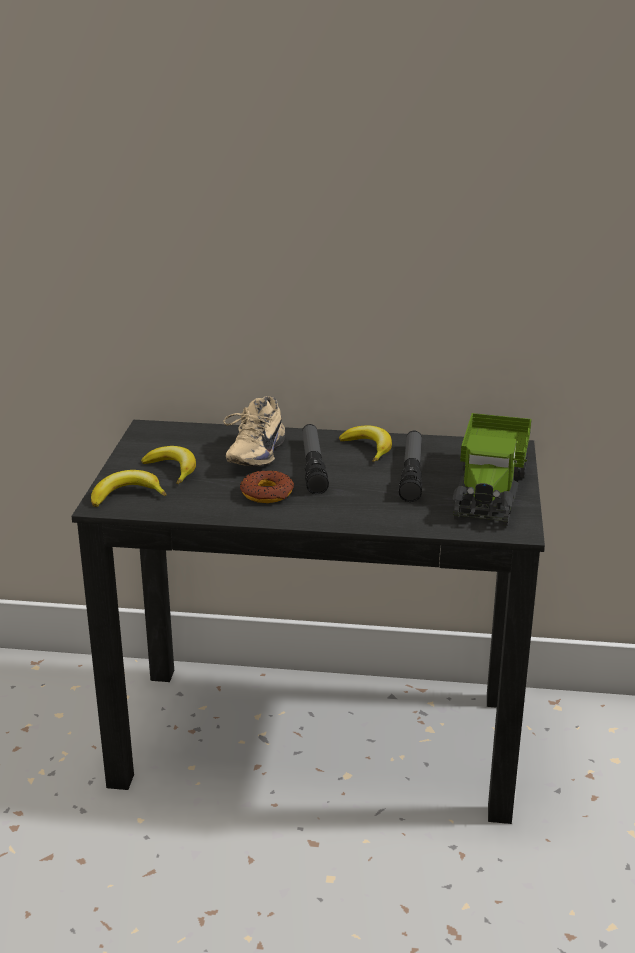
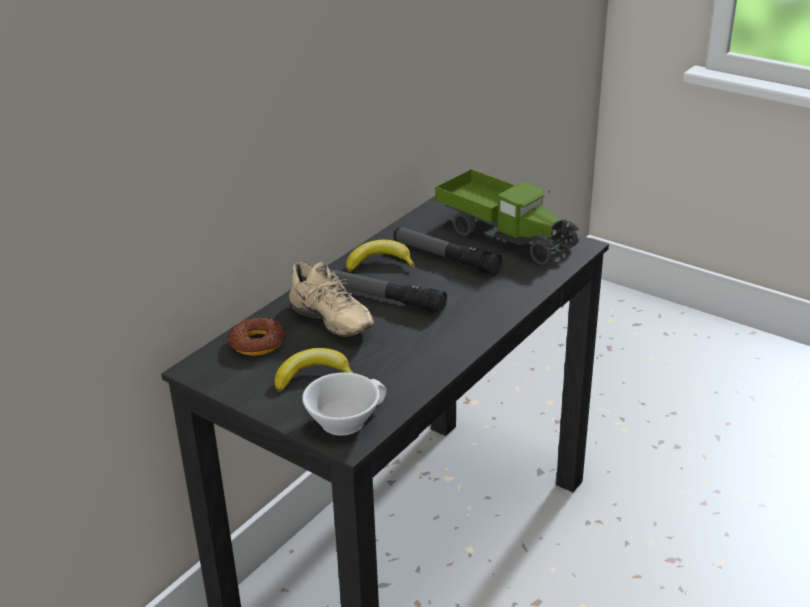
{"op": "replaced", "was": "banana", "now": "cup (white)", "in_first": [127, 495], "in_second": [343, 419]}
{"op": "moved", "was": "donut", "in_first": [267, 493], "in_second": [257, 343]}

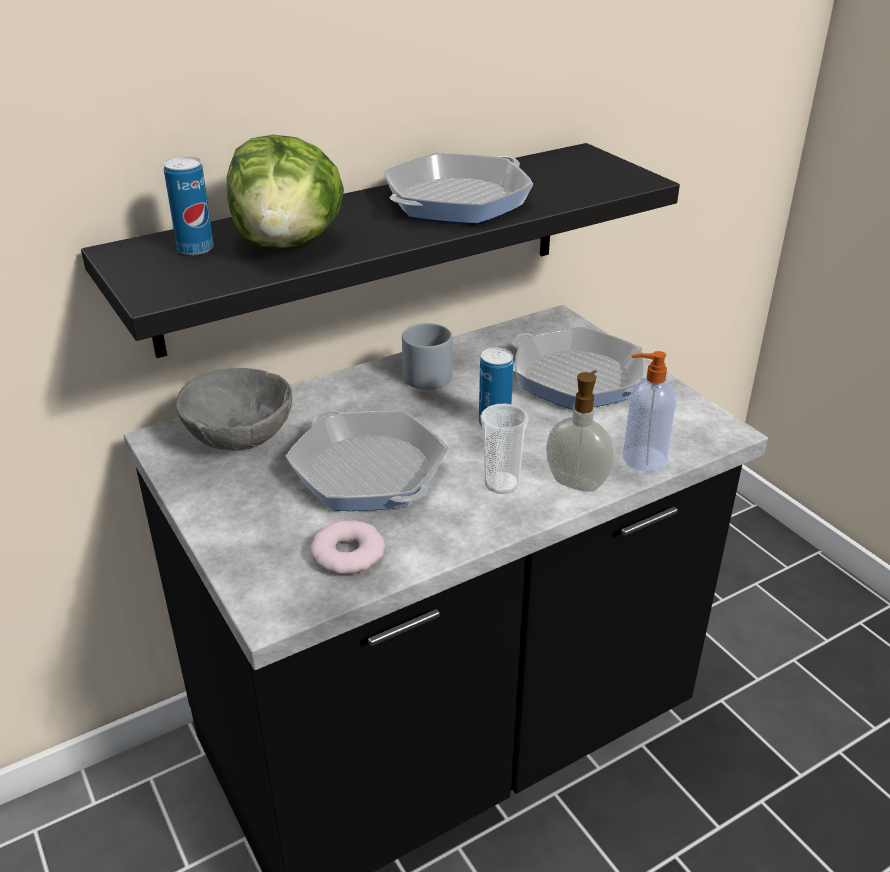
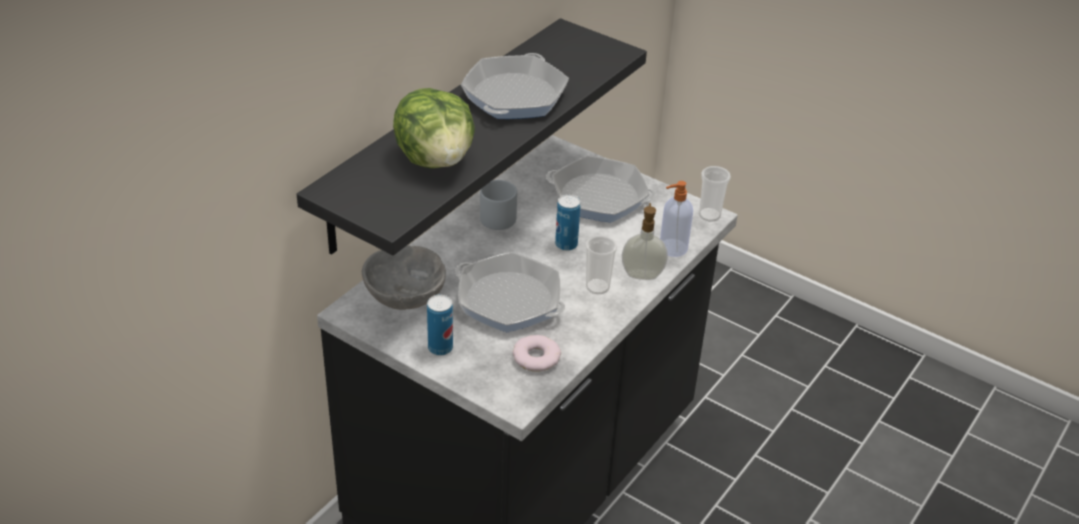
{"op": "moved", "was": "can", "in_first": [195, 249], "in_second": [440, 348]}
{"op": "added", "now": "cup", "in_second": [709, 215]}

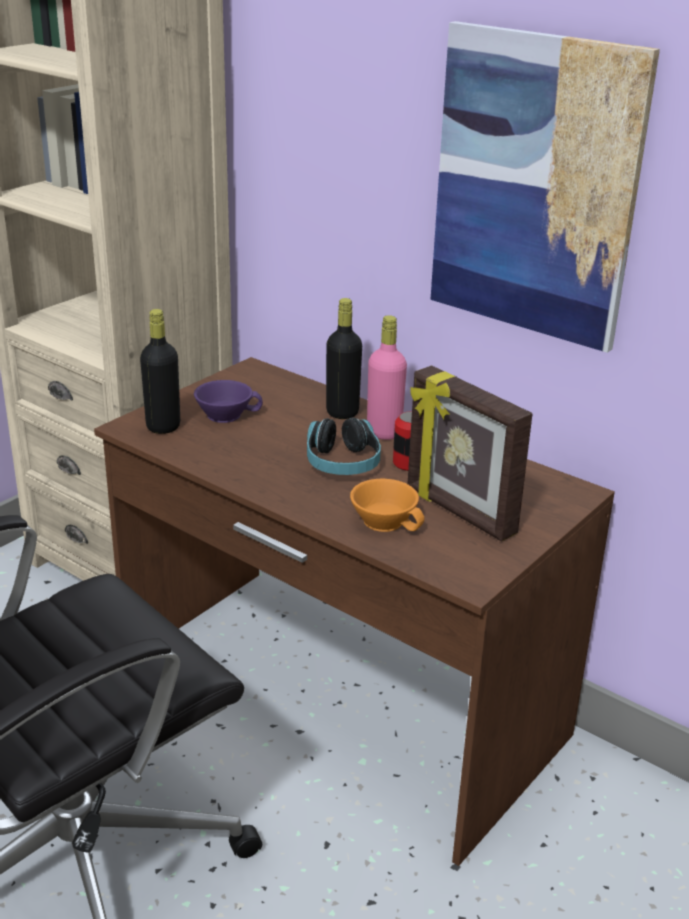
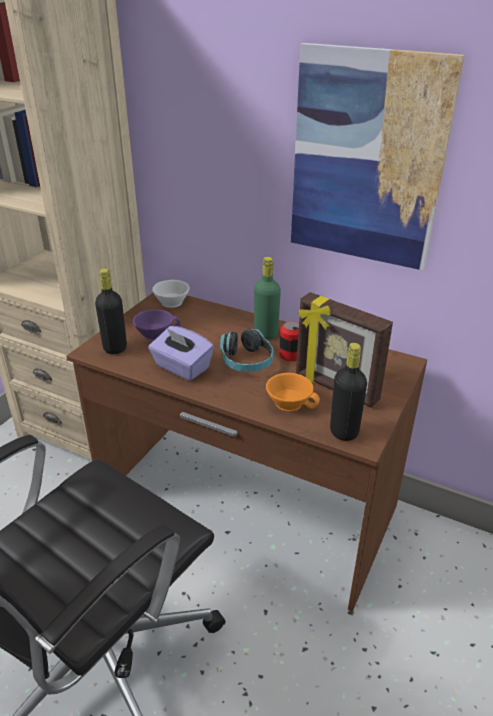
{"op": "moved", "was": "bottle (black)", "in_first": [342, 412], "in_second": [344, 432]}
{"op": "recoloured", "was": "bottle (pink)", "now": "bottle (green)", "in_first": [384, 432], "in_second": [266, 334]}
{"op": "added", "now": "tissue box (purple)", "in_second": [181, 367]}
{"op": "added", "now": "cup (white)", "in_second": [170, 302]}

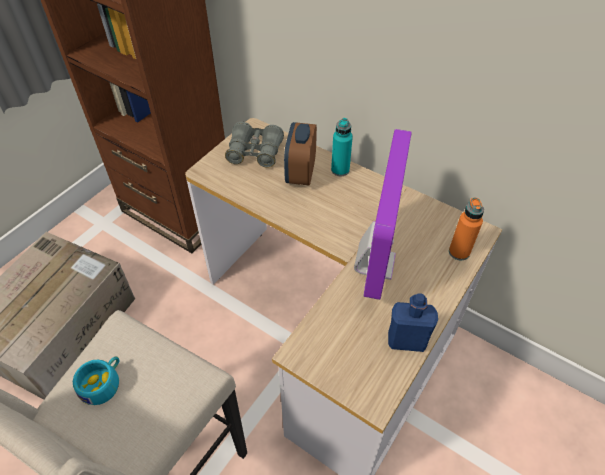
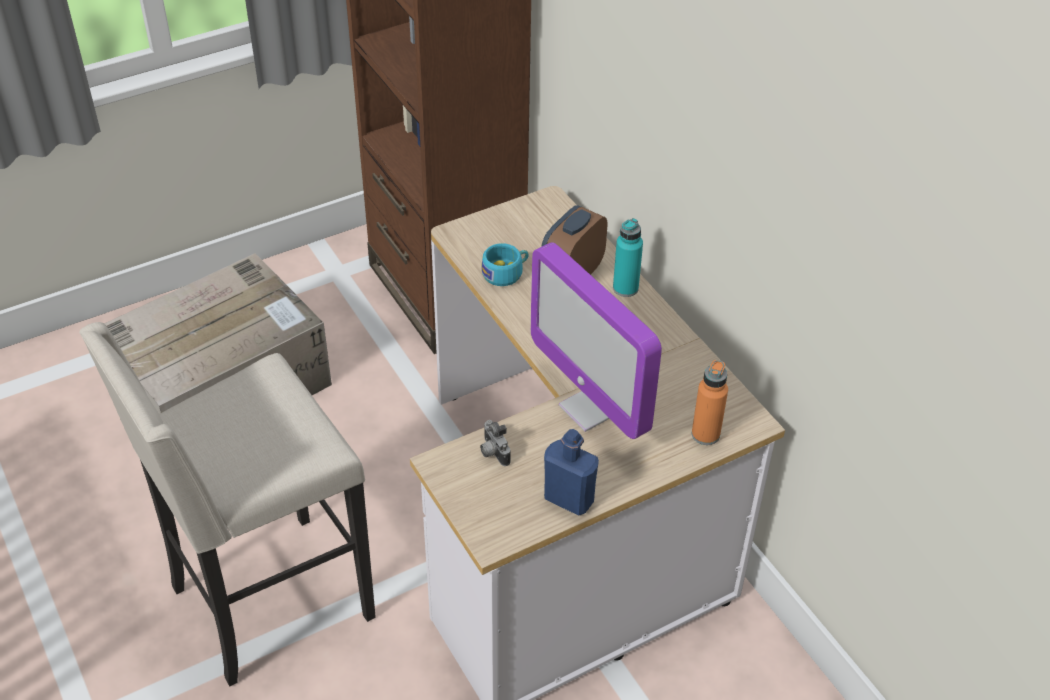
{"op": "moved", "was": "cup (turquoise)", "in_first": [103, 383], "in_second": [506, 273]}
{"op": "removed", "was": "binoculars (grey)", "in_first": [255, 152]}
{"op": "turned", "was": "monitor", "in_first": [374, 263], "in_second": [591, 408], "clockwise": 105}
{"op": "added", "now": "photo camera", "in_second": [492, 452]}

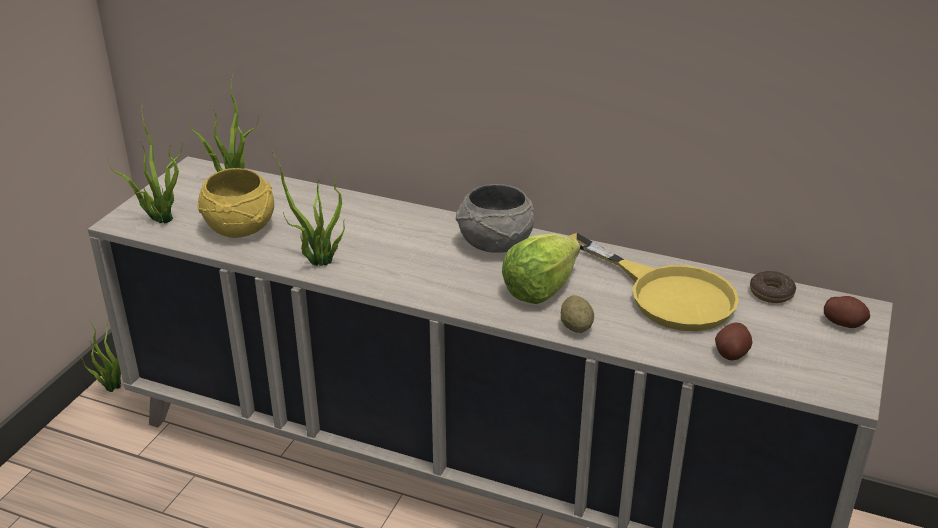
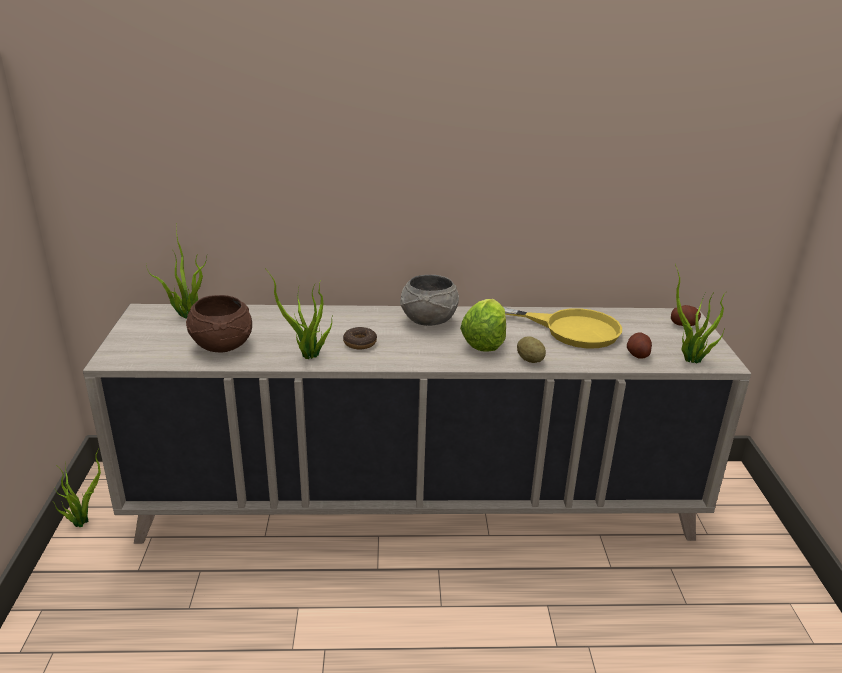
{"op": "moved", "was": "potted plant", "in_first": [160, 218], "in_second": [690, 360]}
{"op": "recoloured", "was": "bowl (yellow)", "now": "bowl (brown)", "in_first": [240, 227], "in_second": [222, 345]}
{"op": "moved", "was": "donut", "in_first": [771, 293], "in_second": [360, 343]}

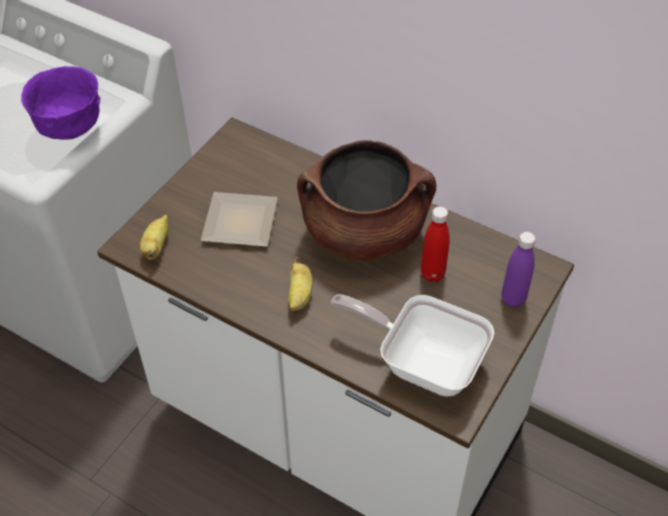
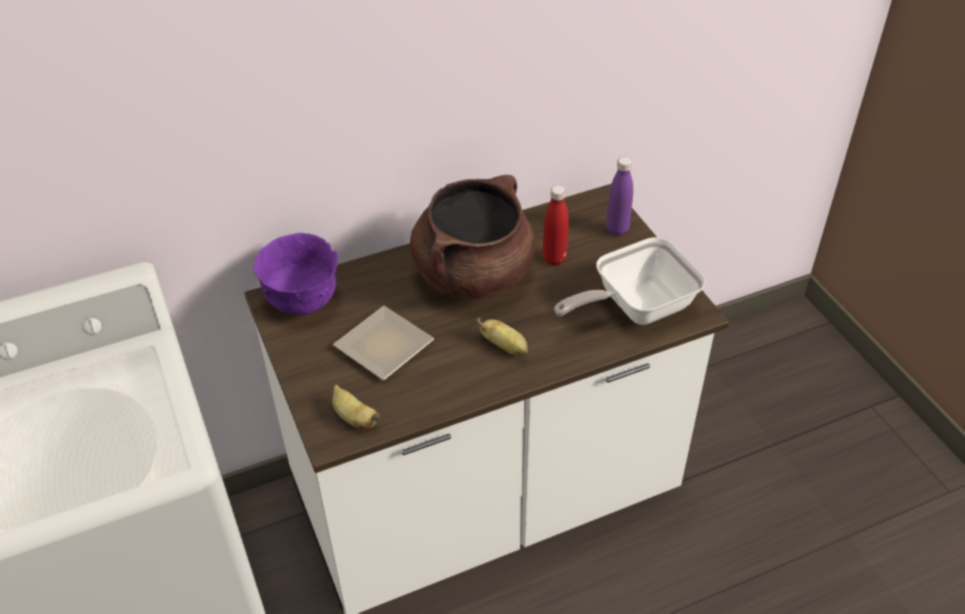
{"op": "moved", "was": "bowl (purple)", "in_first": [70, 129], "in_second": [303, 301]}

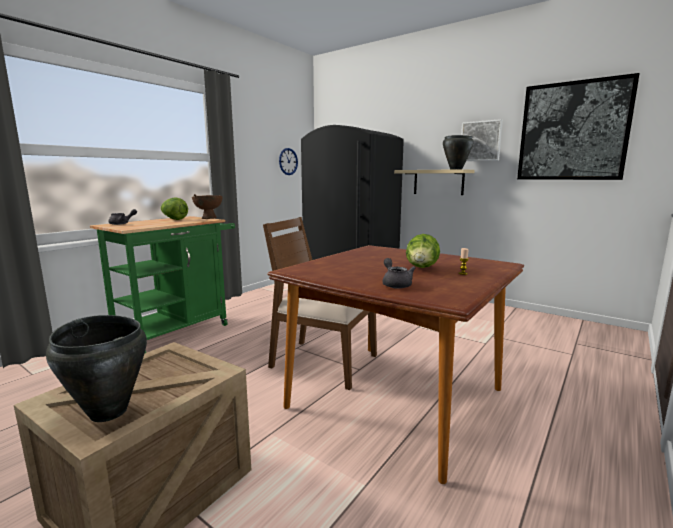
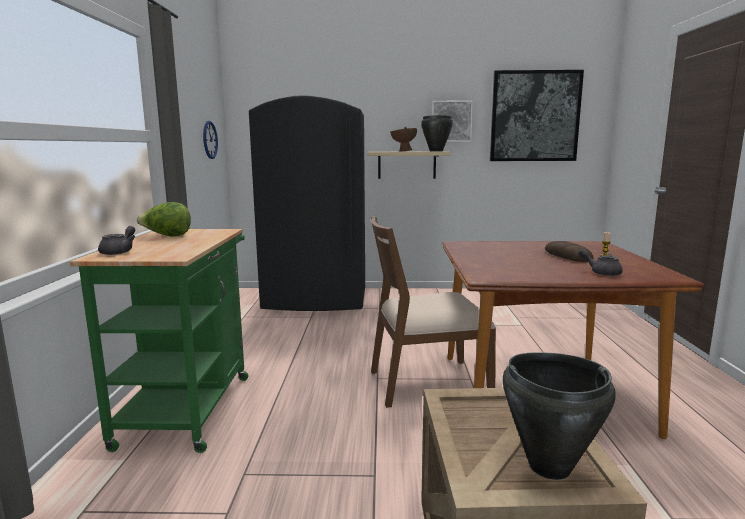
{"op": "moved", "was": "bowl (brown)", "in_first": [208, 219], "in_second": [403, 151]}
{"op": "replaced", "was": "lettuce", "now": "bread", "in_first": [422, 268], "in_second": [567, 256]}

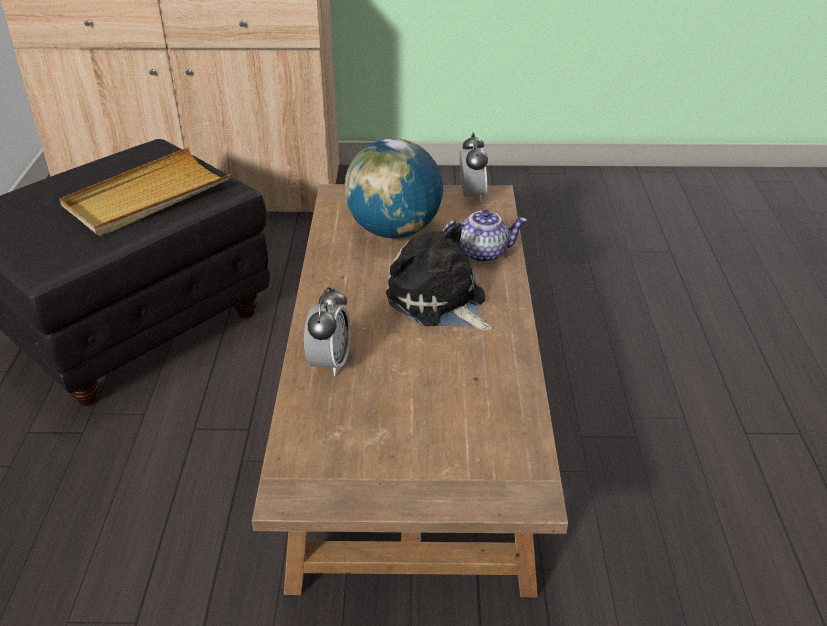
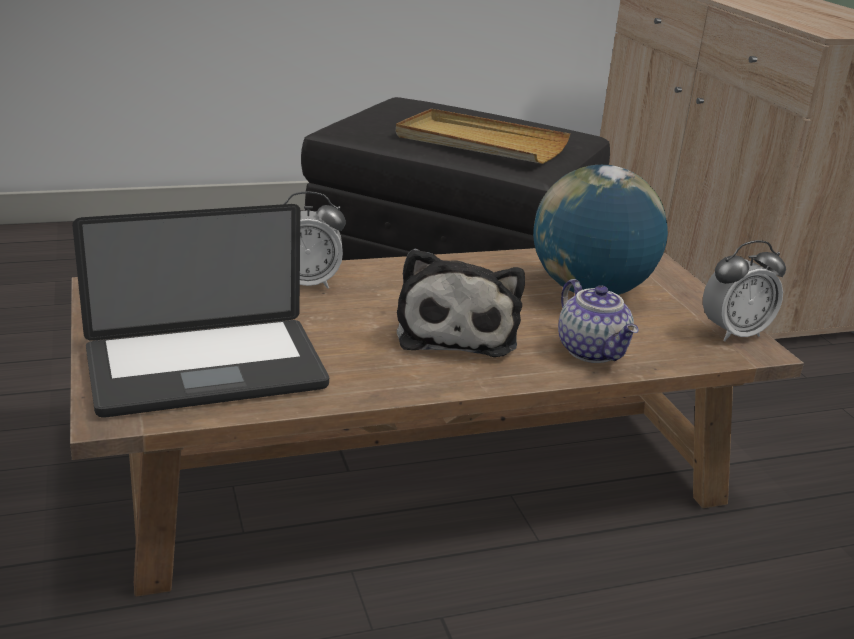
{"op": "turned", "was": "plush toy", "in_first": [439, 302], "in_second": [457, 331], "clockwise": 150}
{"op": "added", "now": "laptop", "in_second": [206, 370]}

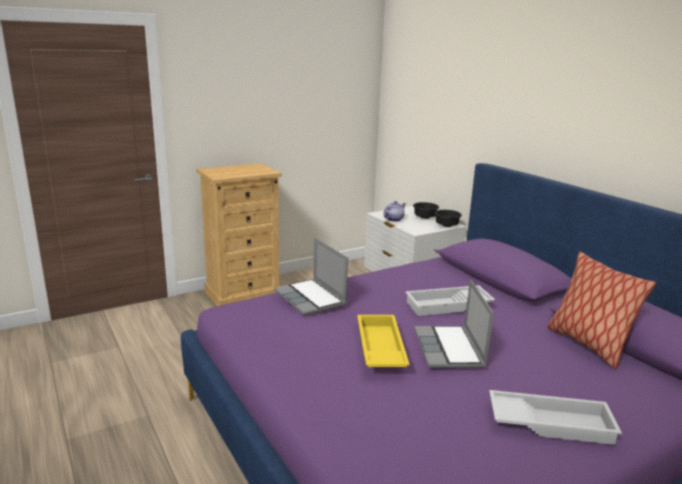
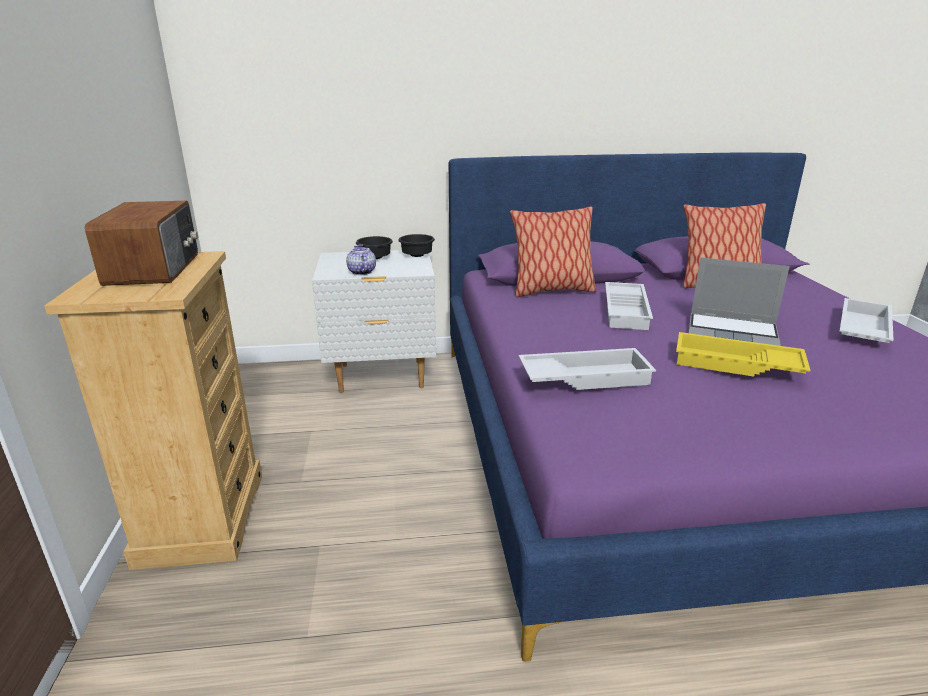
{"op": "replaced", "was": "laptop", "now": "tray (white)", "in_first": [311, 298], "in_second": [584, 376]}
{"op": "added", "now": "radio", "in_second": [155, 268]}
{"op": "added", "now": "pillow", "in_second": [551, 291]}

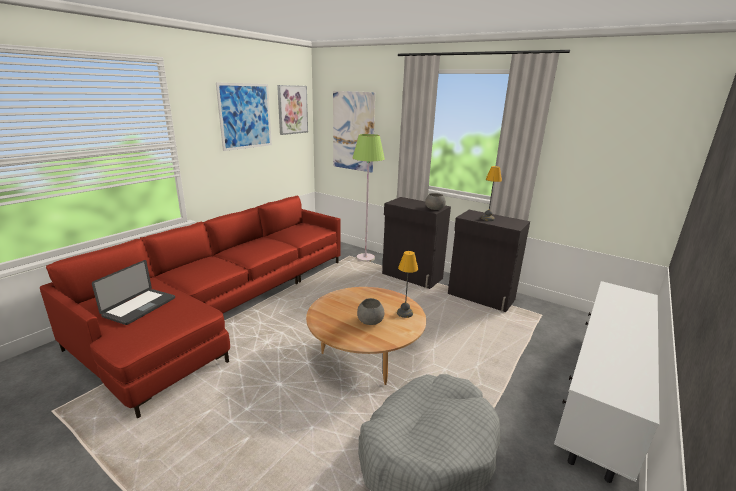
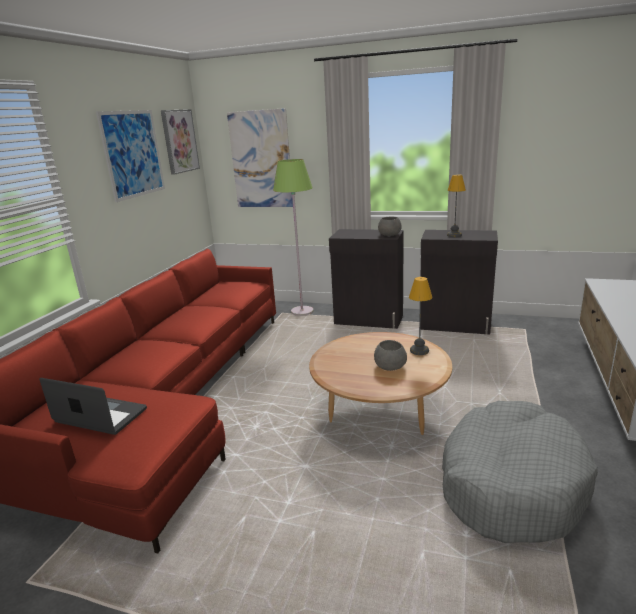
{"op": "turned", "was": "laptop", "in_first": [140, 307], "in_second": [101, 416], "clockwise": -75}

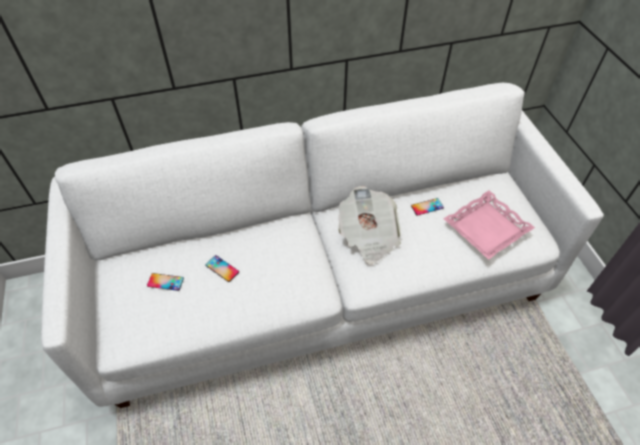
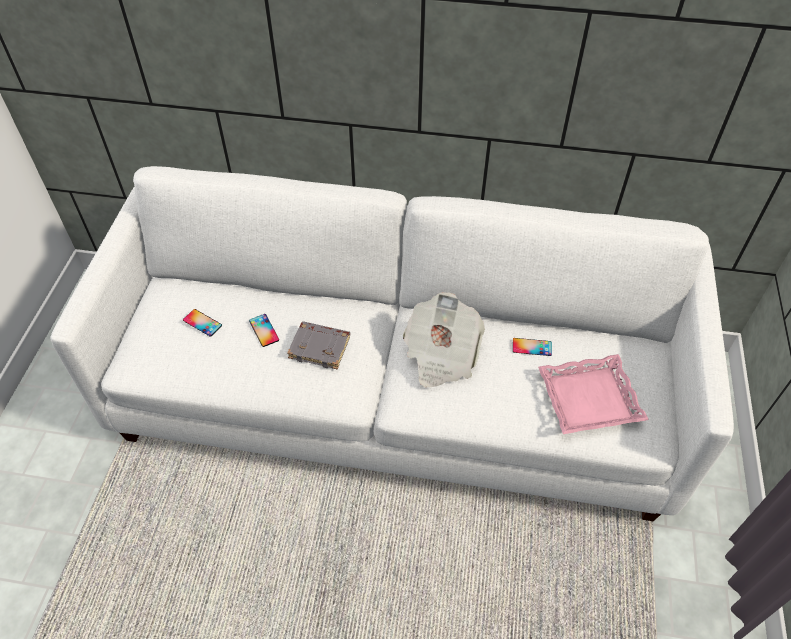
{"op": "added", "now": "book (grey)", "in_second": [320, 347]}

